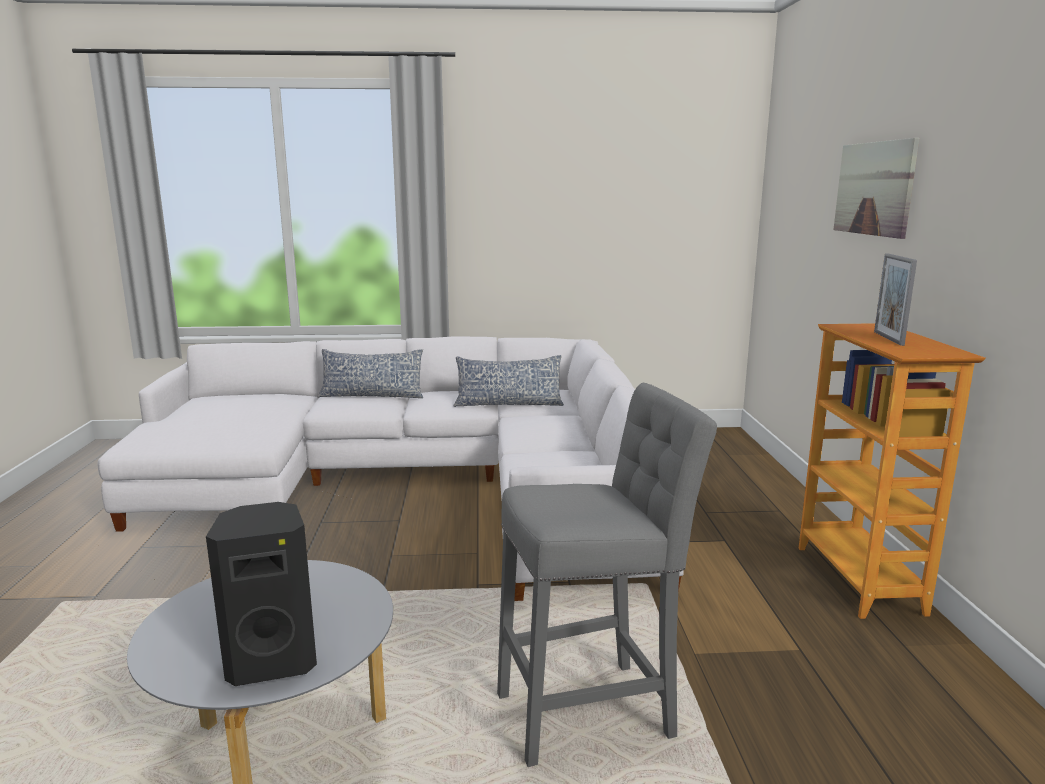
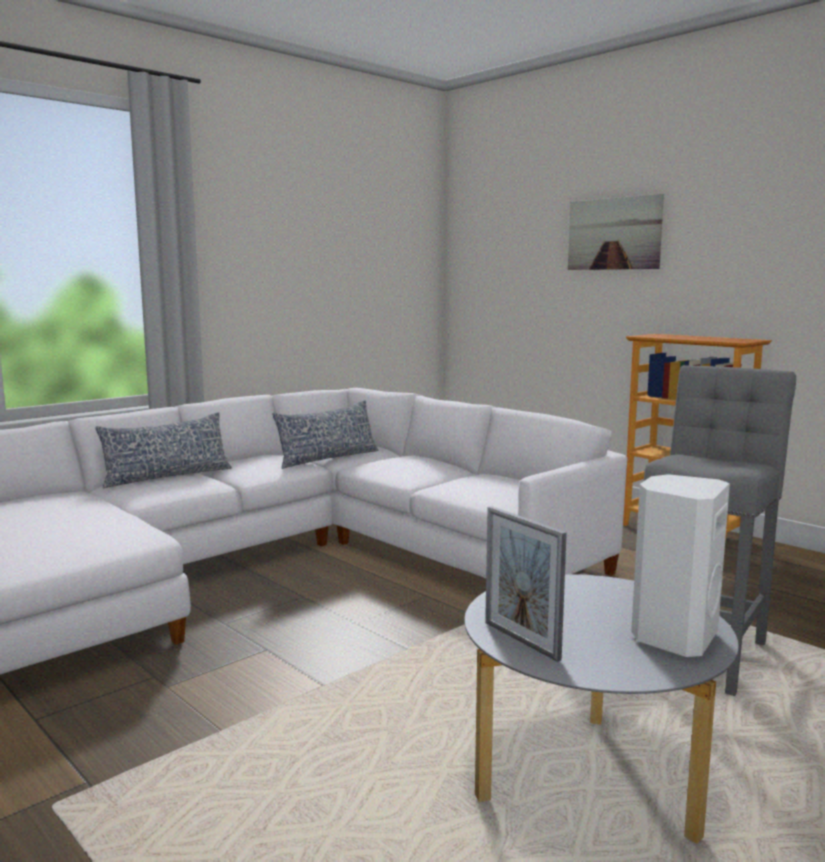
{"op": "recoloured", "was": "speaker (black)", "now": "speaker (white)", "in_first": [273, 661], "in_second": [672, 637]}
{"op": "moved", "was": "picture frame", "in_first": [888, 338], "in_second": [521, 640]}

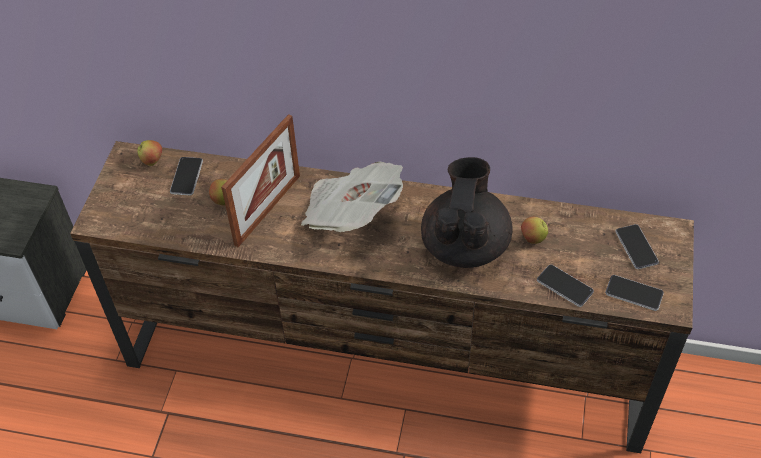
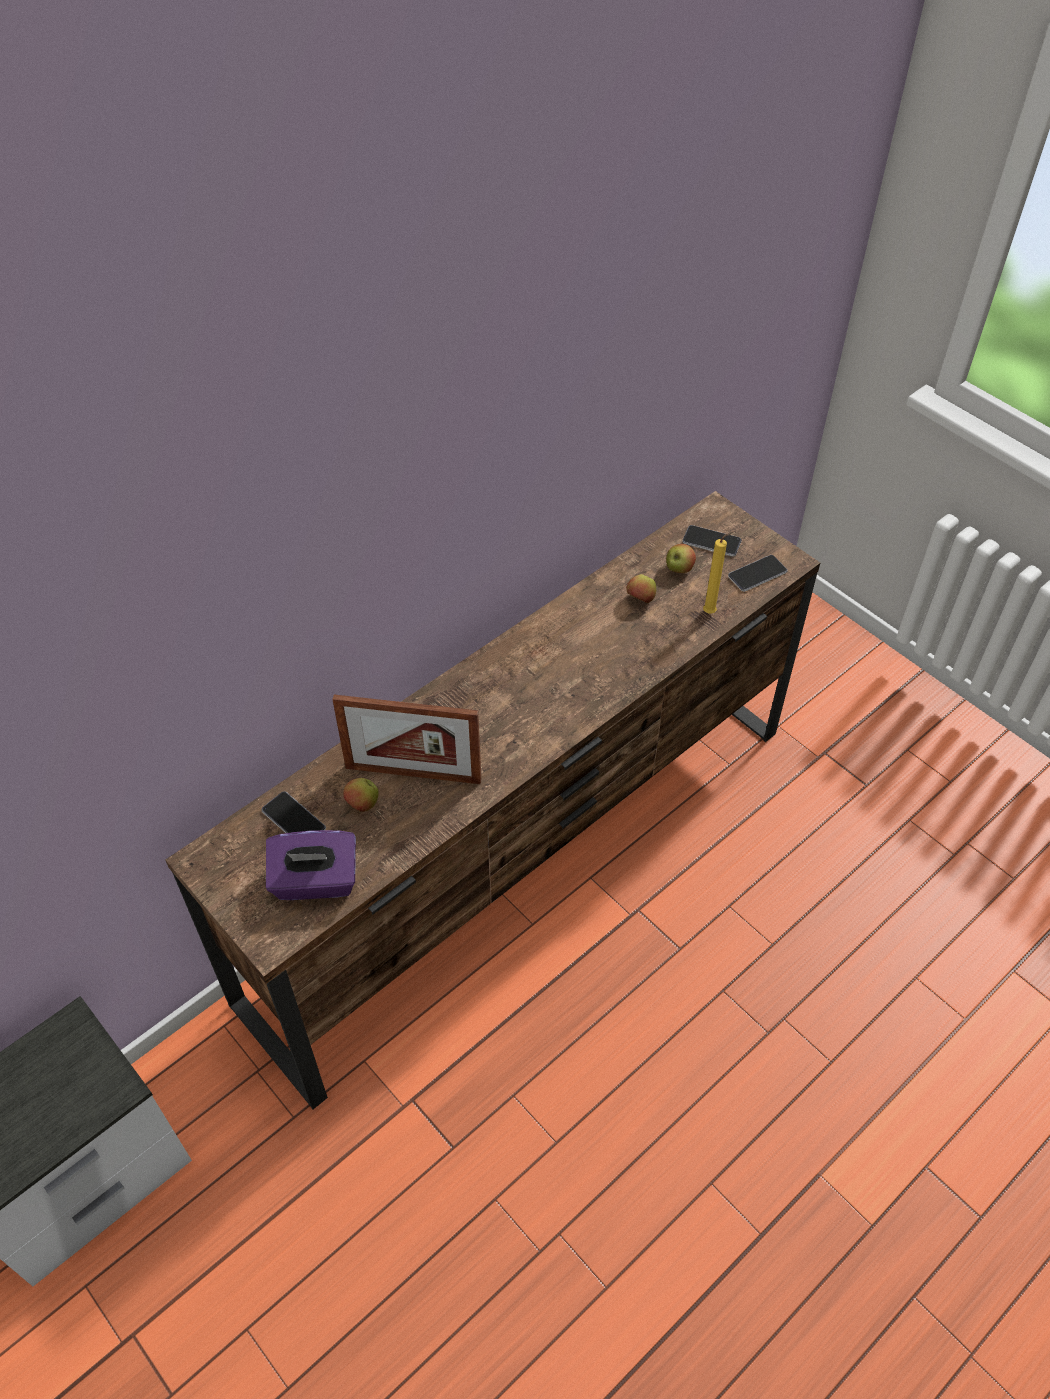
{"op": "moved", "was": "apple", "in_first": [152, 161], "in_second": [678, 569]}
{"op": "turned", "was": "picture frame", "in_first": [268, 210], "in_second": [413, 774], "clockwise": 120}
{"op": "removed", "was": "newspaper", "in_first": [351, 213]}
{"op": "removed", "was": "teapot (black)", "in_first": [465, 244]}
{"op": "replaced", "was": "phone", "now": "candle (yellow)", "in_first": [564, 286], "in_second": [711, 612]}
{"op": "added", "now": "tissue box (purple)", "in_second": [315, 881]}

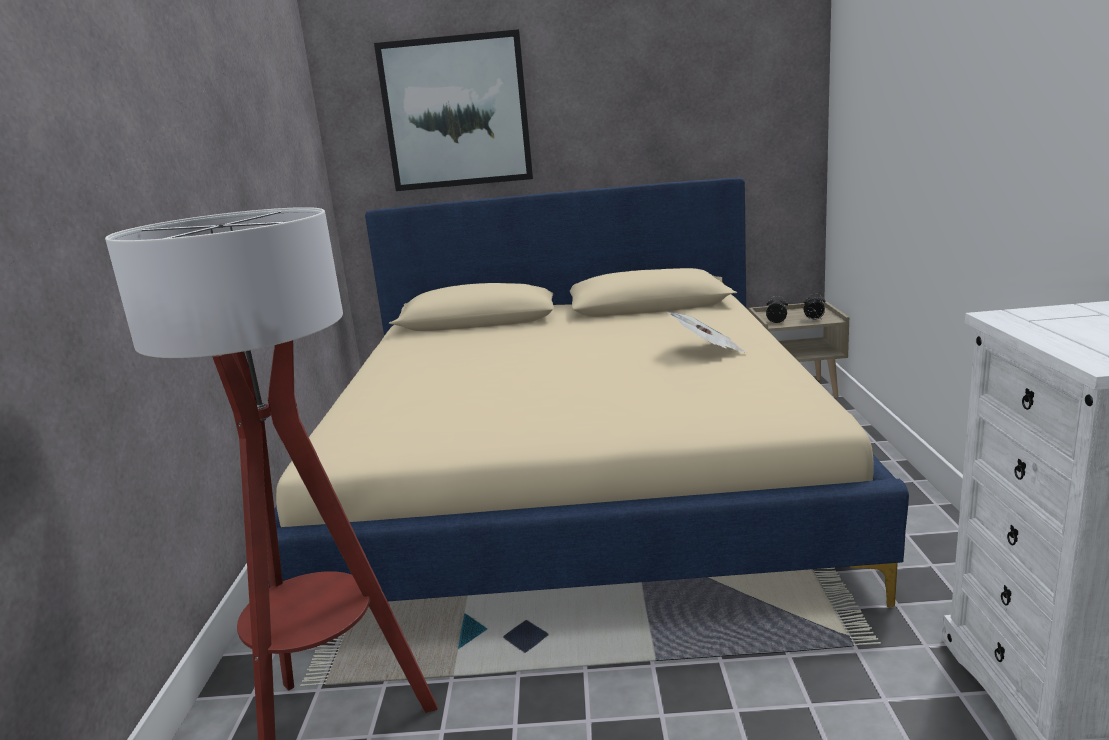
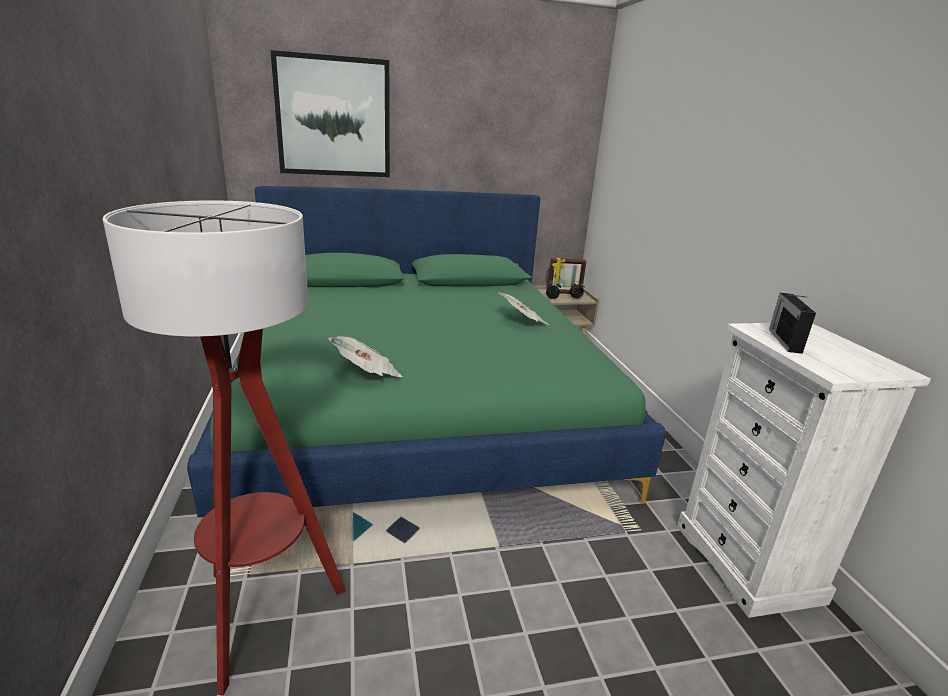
{"op": "recoloured", "was": "bed (beige)", "now": "bed (green)", "in_first": [576, 481], "in_second": [418, 406]}
{"op": "added", "now": "newspaper", "in_second": [367, 374]}
{"op": "added", "now": "picture frame", "in_second": [564, 293]}
{"op": "added", "now": "radio", "in_second": [784, 340]}

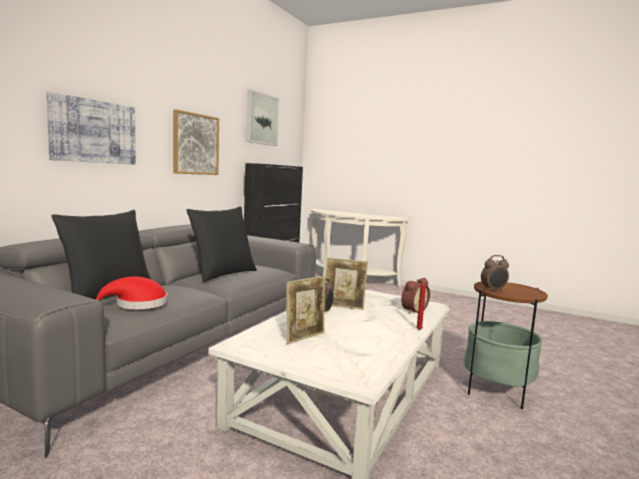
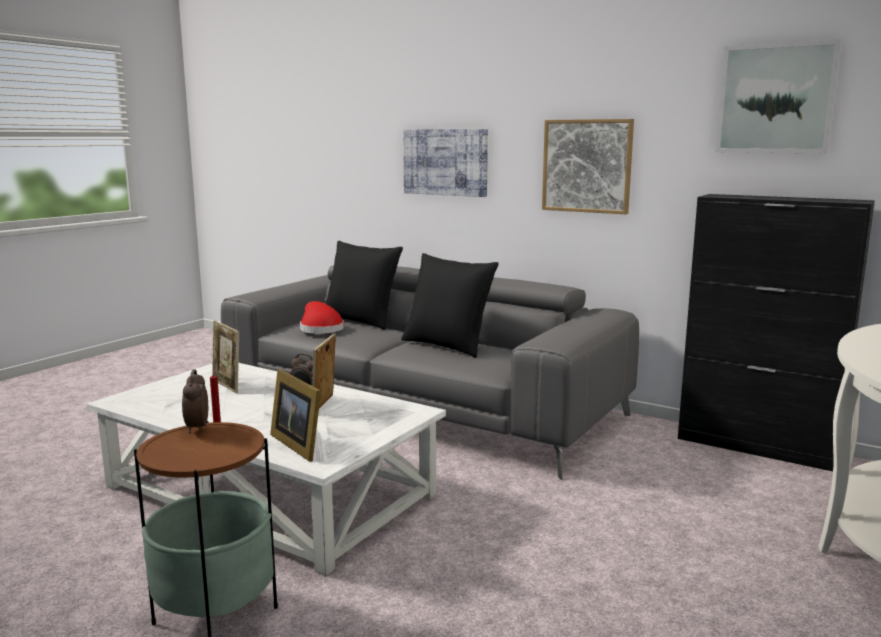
{"op": "replaced", "was": "alarm clock", "now": "picture frame", "in_first": [412, 310], "in_second": [299, 444]}

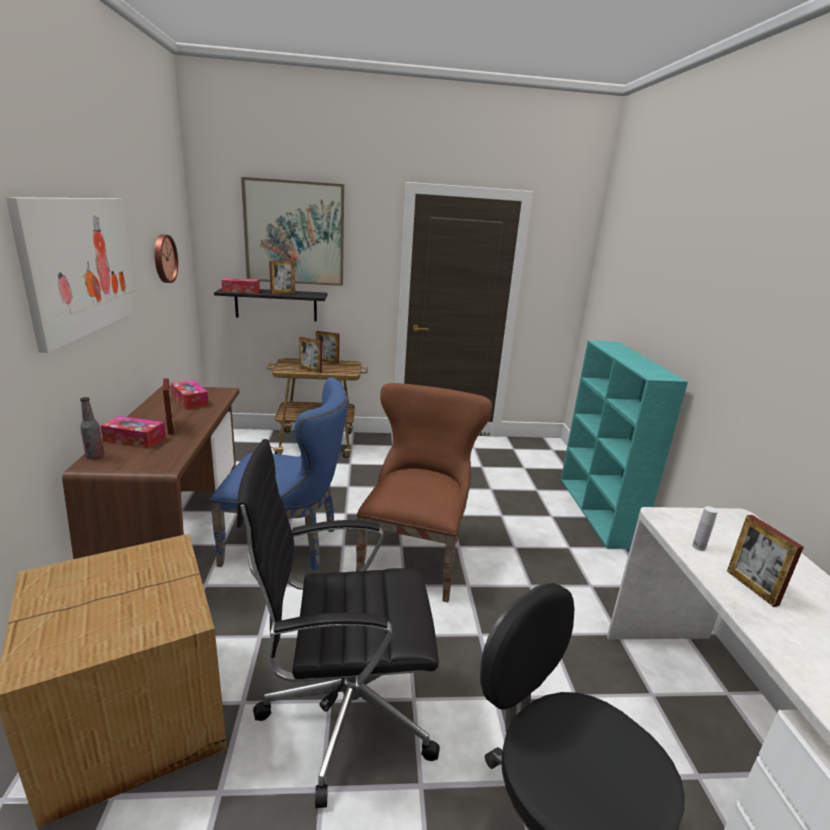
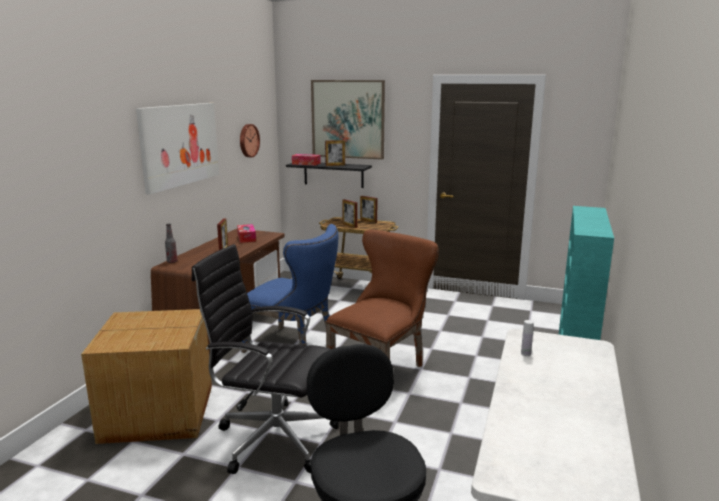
{"op": "removed", "was": "tissue box", "in_first": [134, 439]}
{"op": "removed", "was": "picture frame", "in_first": [751, 587]}

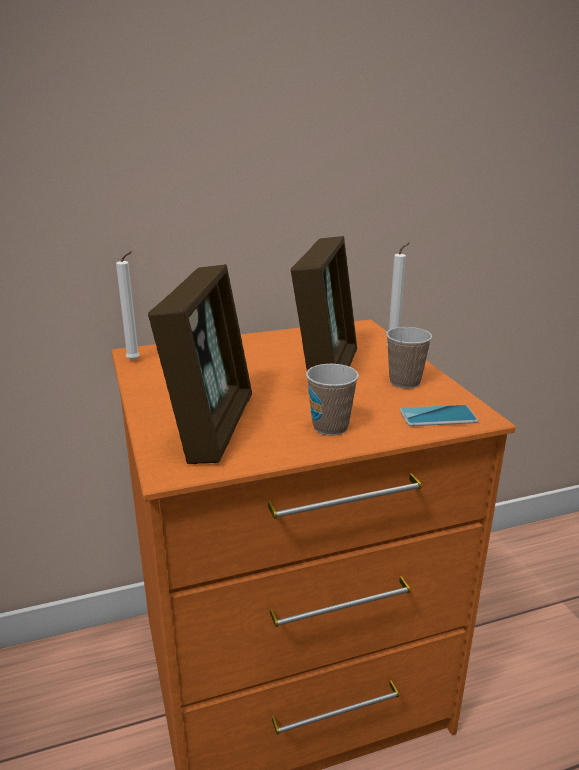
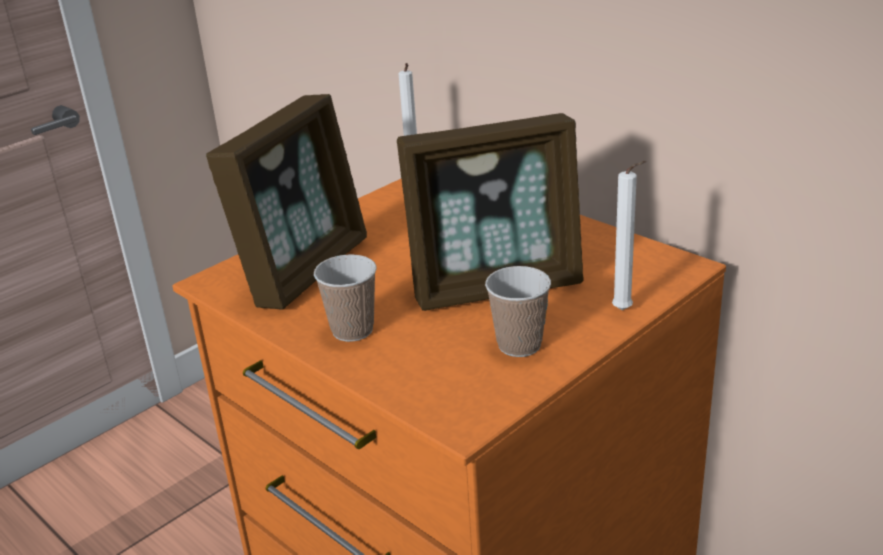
{"op": "turned", "was": "picture frame", "in_first": [212, 426], "in_second": [305, 270], "clockwise": -45}
{"op": "removed", "was": "phone", "in_first": [438, 416]}

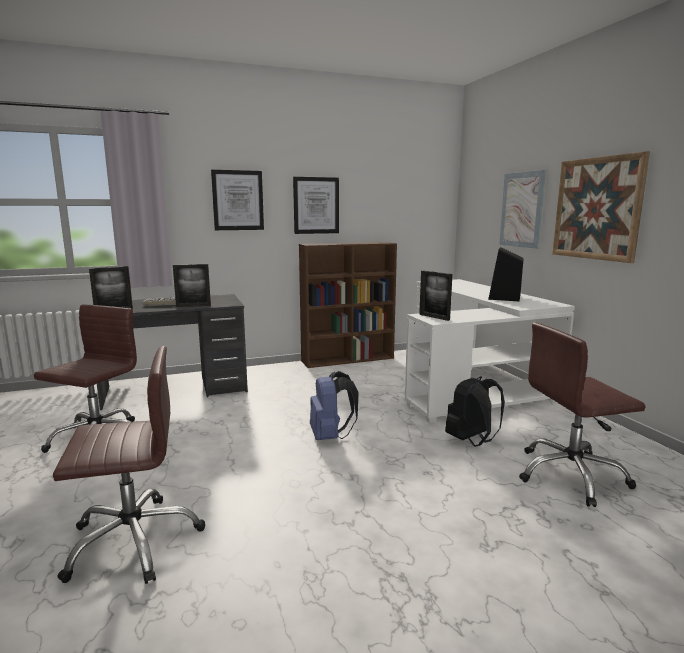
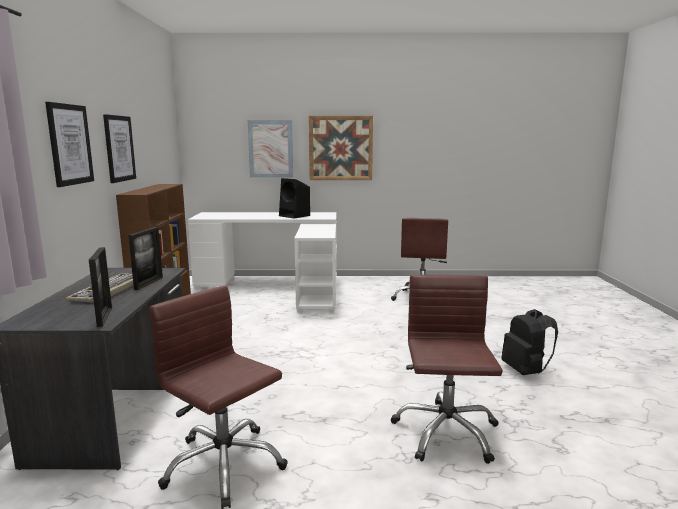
{"op": "removed", "was": "backpack (blue)", "in_first": [330, 437]}
{"op": "removed", "was": "picture frame", "in_first": [434, 317]}
{"op": "moved", "was": "backpack (black)", "in_first": [471, 440], "in_second": [526, 371]}

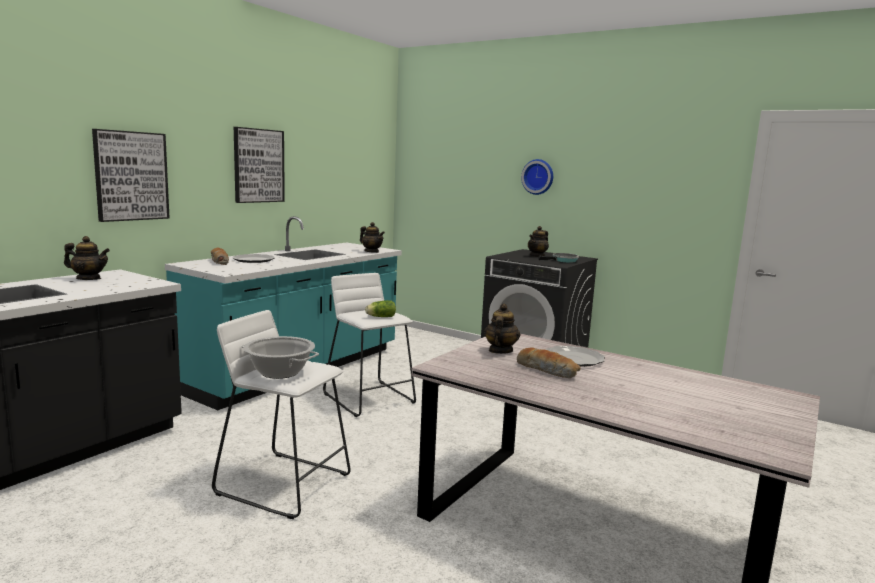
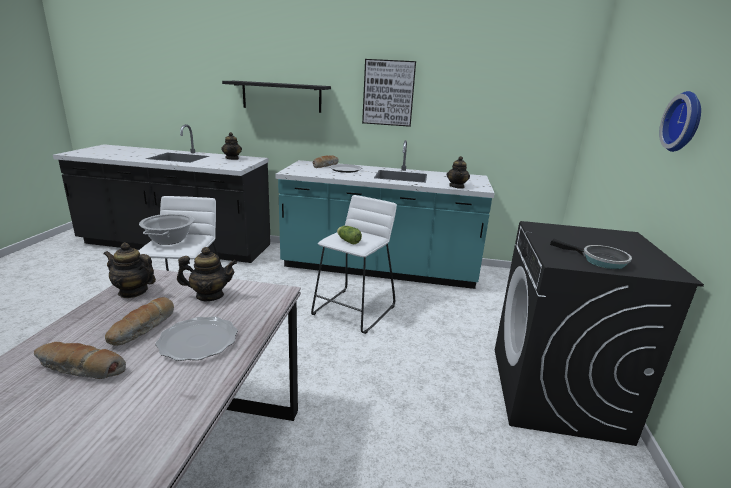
{"op": "replaced", "was": "picture", "now": "shelf (black)", "in_first": [131, 176], "in_second": [281, 96]}
{"op": "moved", "was": "teapot", "in_first": [537, 256], "in_second": [133, 292]}
{"op": "added", "now": "bread", "in_second": [80, 369]}

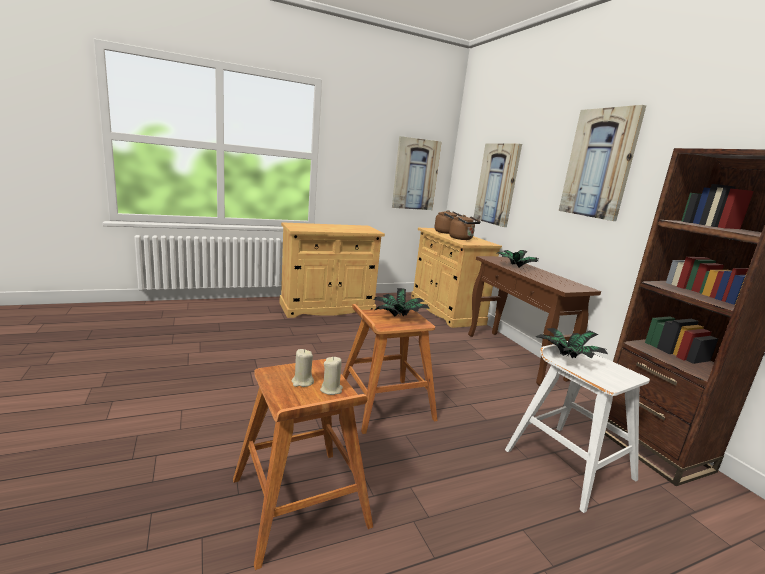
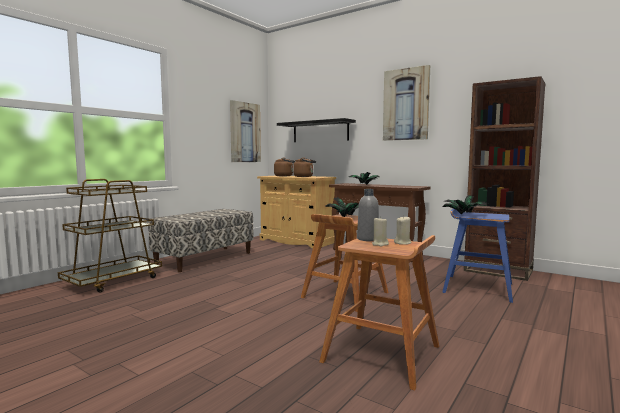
{"op": "replaced", "was": "cabinet (beige)", "now": "bench", "in_first": [327, 308], "in_second": [205, 258]}
{"op": "replaced", "was": "picture", "now": "shelf (black)", "in_first": [497, 184], "in_second": [320, 131]}
{"op": "recoloured", "was": "stool (white)", "now": "stool (blue)", "in_first": [568, 463], "in_second": [477, 287]}
{"op": "added", "now": "cart (brown)", "in_second": [113, 281]}
{"op": "added", "now": "bottle (grey)", "in_second": [368, 239]}

